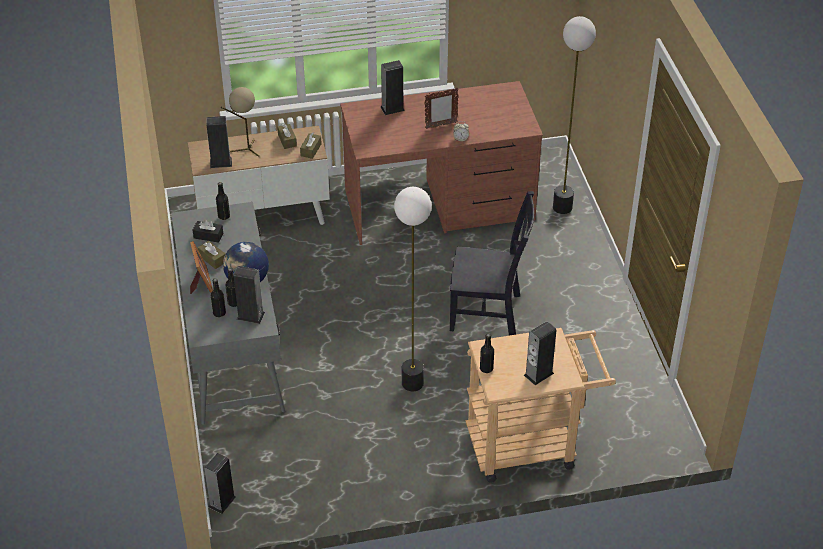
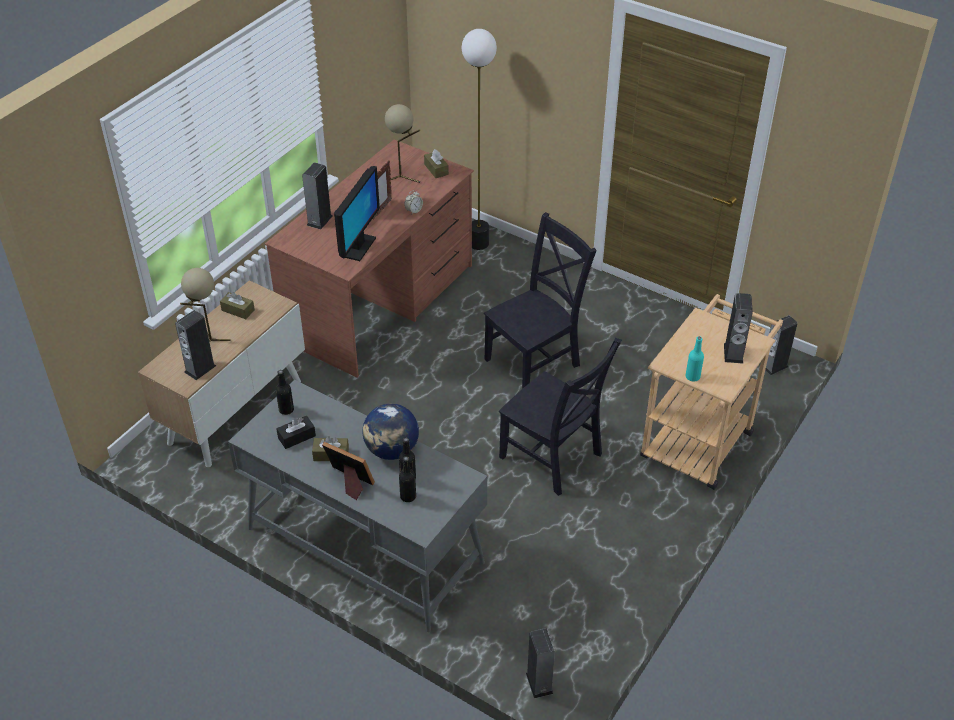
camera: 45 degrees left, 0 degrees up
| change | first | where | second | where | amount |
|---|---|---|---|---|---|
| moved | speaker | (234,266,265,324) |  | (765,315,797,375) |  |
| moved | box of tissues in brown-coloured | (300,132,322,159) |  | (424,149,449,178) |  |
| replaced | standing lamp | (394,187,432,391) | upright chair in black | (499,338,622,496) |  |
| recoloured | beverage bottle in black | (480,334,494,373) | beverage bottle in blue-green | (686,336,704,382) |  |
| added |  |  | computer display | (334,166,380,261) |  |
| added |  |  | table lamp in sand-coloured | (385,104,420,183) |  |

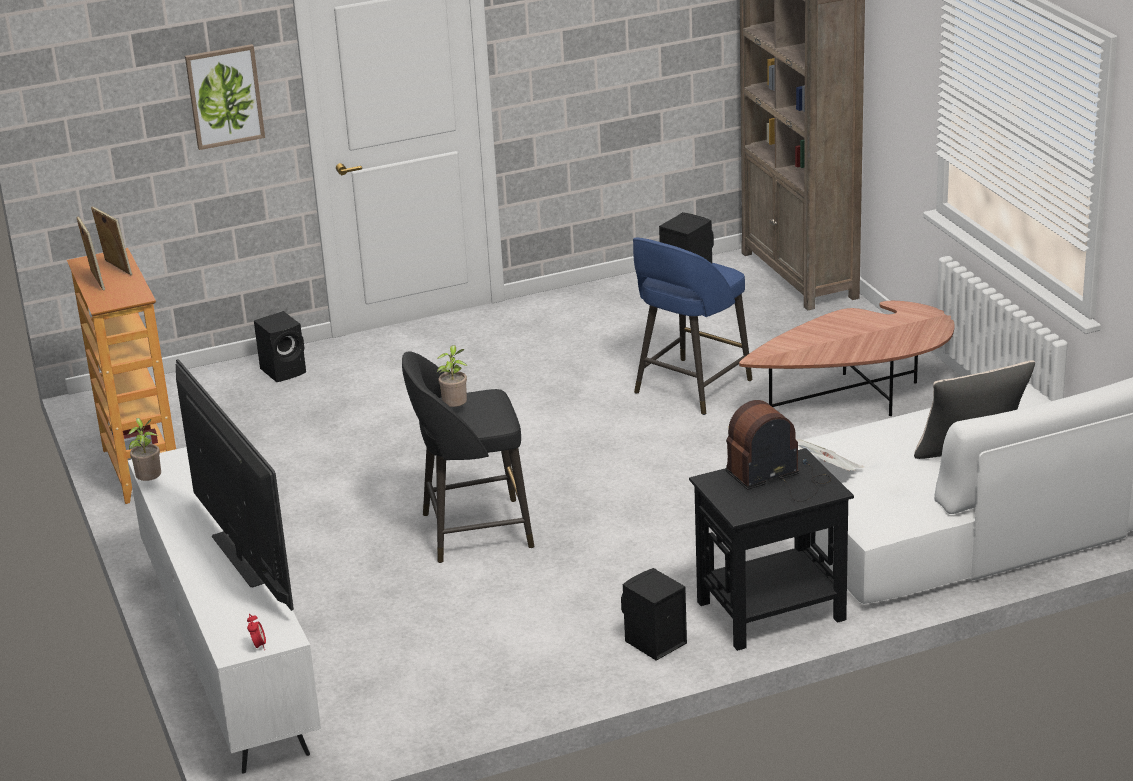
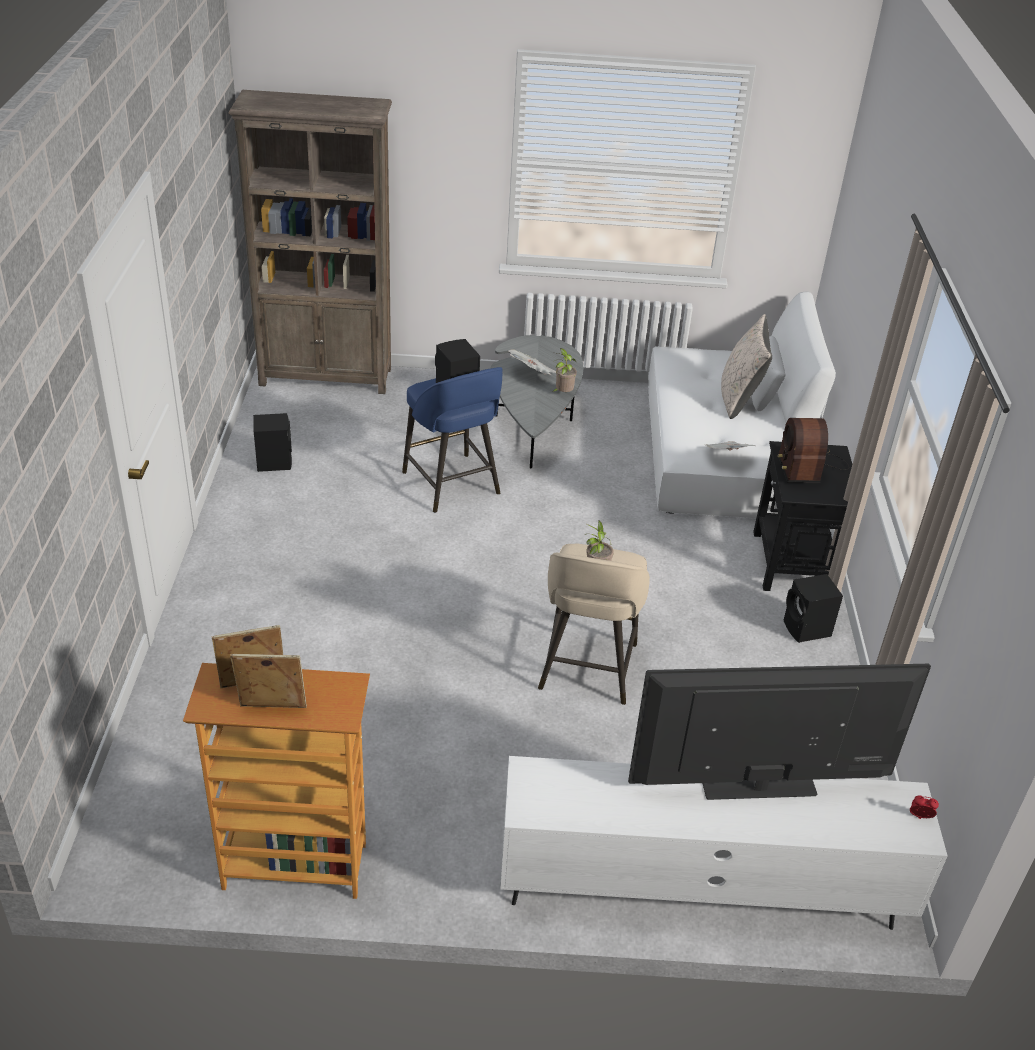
camera: 70 degrees left, 10 degrees up
| change | first | where | second | where | amount |
|---|---|---|---|---|---|
| moved | potted plant | (128,418,161,481) |  | (552,348,577,392) |  |
| removed | picture | (185,44,265,150) |  |  |  |
| moved | speaker in black | (254,311,306,382) |  | (253,413,292,472) |  |
| recoloured | sitting stool in black | (402,351,534,563) | sitting stool in sand-coloured | (538,544,650,705) |  |
| recoloured | coffee table in brown-coloured | (739,301,955,416) | coffee table in gray | (491,335,583,468) |  |
| added |  |  | printed paper | (508,349,556,375) |  |

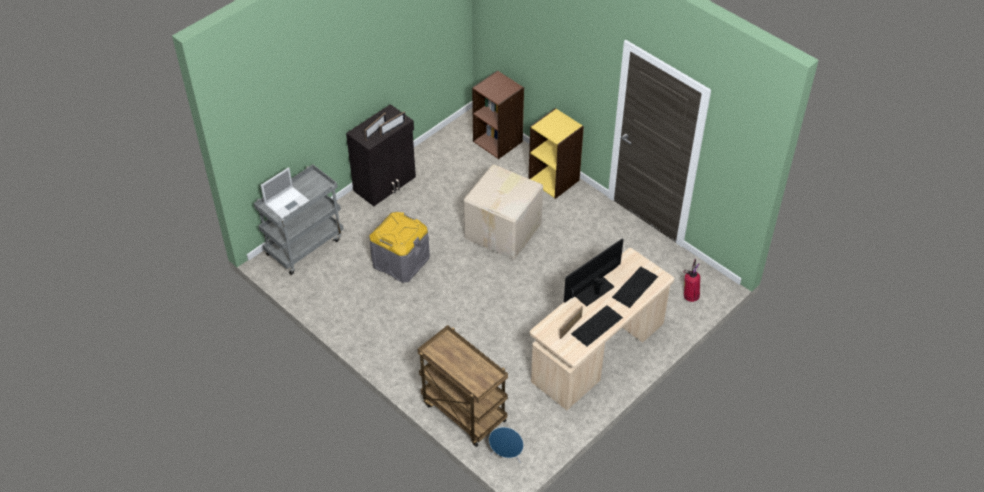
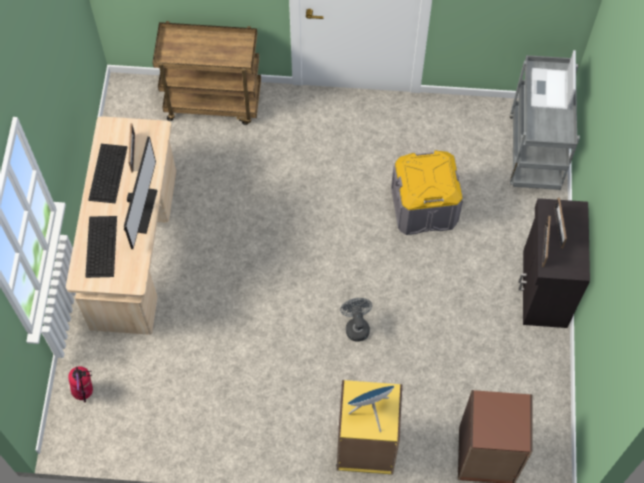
camera: 140 degrees right, 15 degrees up
| change | first | where | second | where | amount |
|---|---|---|---|---|---|
| replaced | cardboard box | (463,164,543,259) | electric fan in gray | (340,298,372,341) |  |
| moved | speaker in bluish | (489,427,524,463) |  | (348,386,395,432) |  |

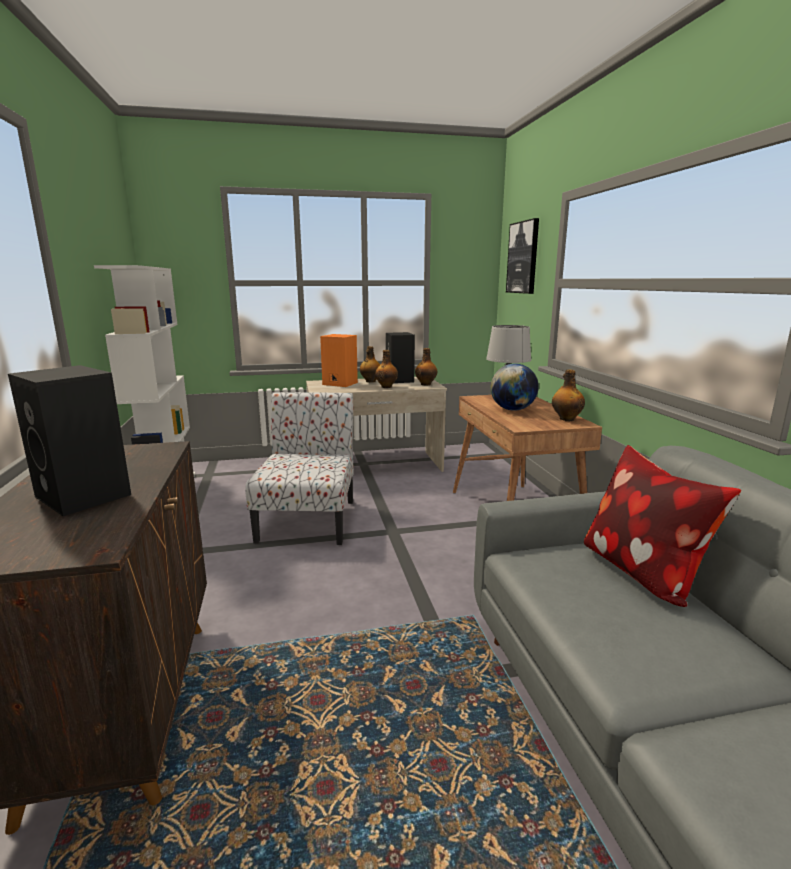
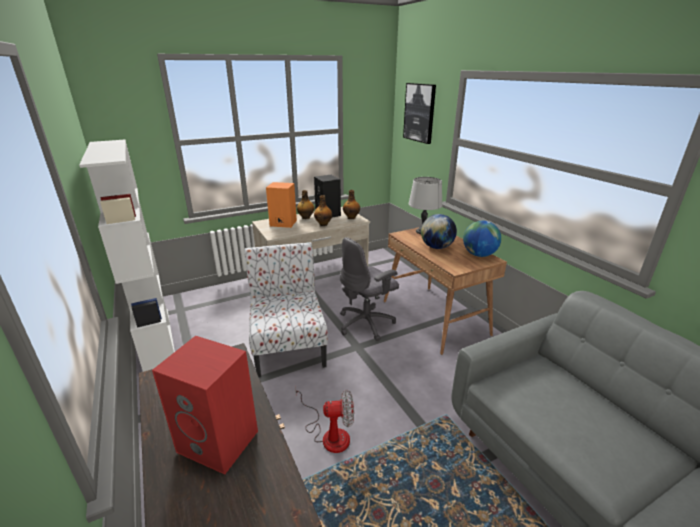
camera: 15 degrees left, 10 degrees up
| change | first | where | second | where | amount |
|---|---|---|---|---|---|
| recoloured | speaker in black | (8,365,131,516) | speaker in red-coloured | (152,336,258,475) |  |
| replaced | beverage bottle | (552,369,585,421) | globe | (463,221,501,257) |  |
| removed | throw pillow | (584,445,741,607) |  |  |  |
| added |  |  | electric fan | (295,385,354,453) |  |
| added |  |  | desk chair in gray | (340,237,399,341) |  |

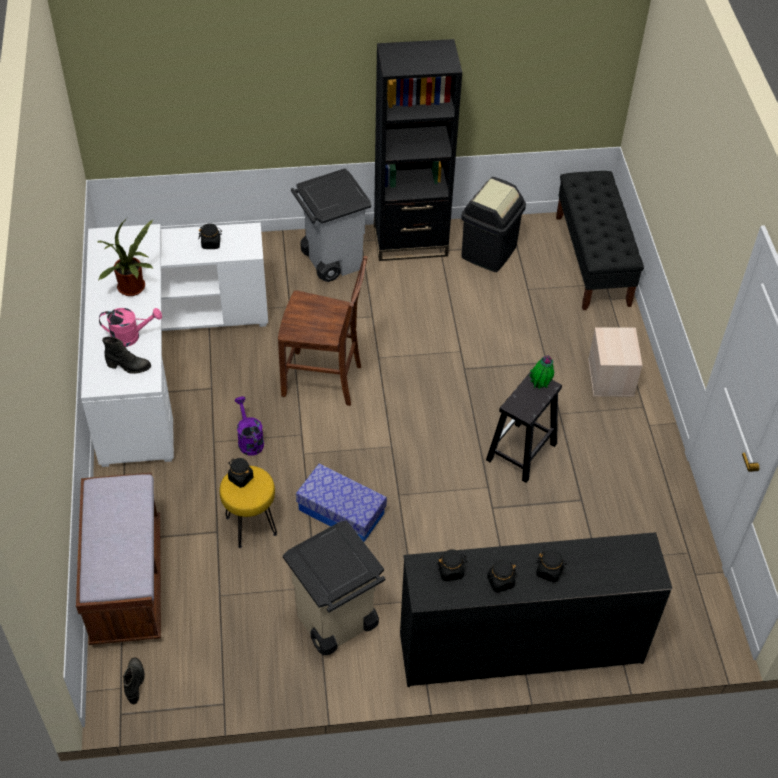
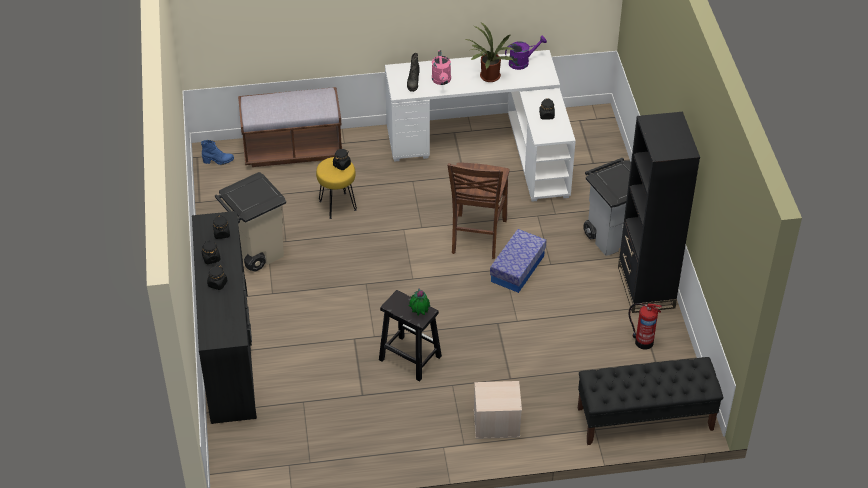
camera: 90 degrees right, 5 degrees down
| change | first | where | second | where | amount |
|---|---|---|---|---|---|
| recoloured | high-top boot in black | (123,657,145,704) | high-top boot in bluish | (201,140,234,165) |  |
| moved | watering pot in purple-coloured | (234,396,264,456) |  | (505,36,547,70) |  |
| moved | storage container | (296,464,387,542) |  | (490,229,547,293) |  |
| replaced | rubbish bin in black | (461,177,526,272) | extinguisher | (629,303,662,349) |  |

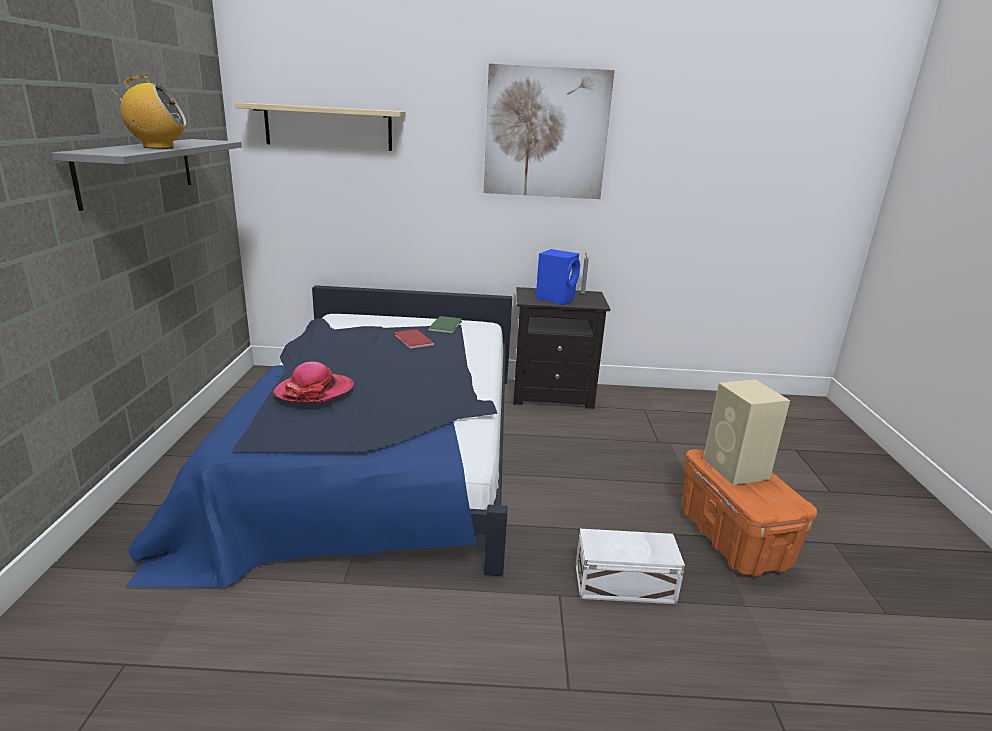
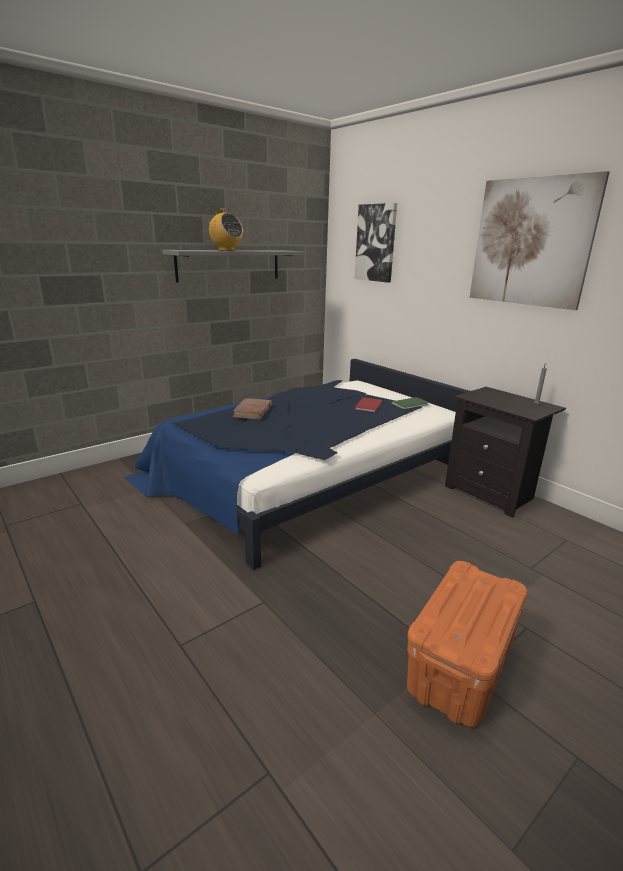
camera: 50 degrees right, 0 degrees up
| change | first | where | second | where | amount |
|---|---|---|---|---|---|
| replaced | wall shelf | (235,103,406,151) | picture | (355,203,397,282) |  |
| replaced | clothing hat | (273,361,354,403) | book in brown-coloured | (232,398,272,419) |  |
| removed | speaker in bluish | (536,249,580,305) |  |  |  |
| removed | storage container in white-coloured | (575,529,685,604) |  |  |  |
| removed | speaker in sand-coloured | (703,379,790,485) |  |  |  |

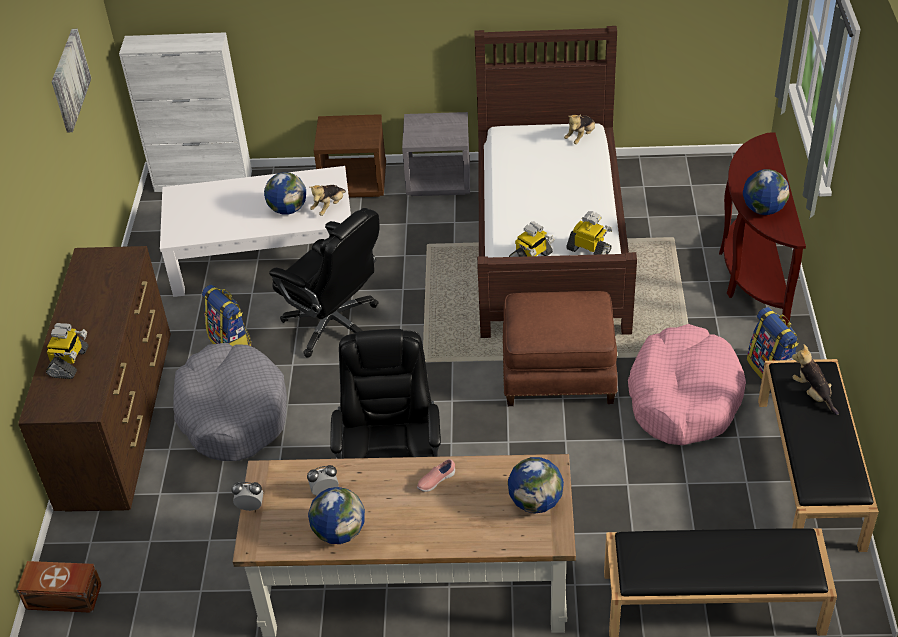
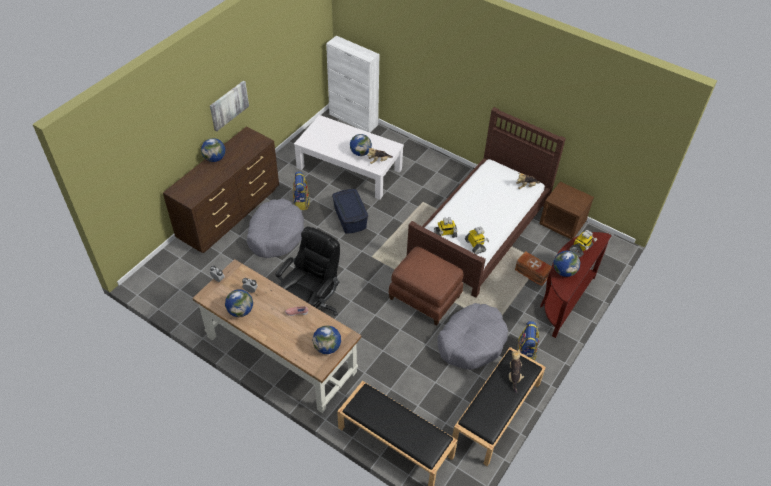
camera: 30 degrees right, 5 degrees up
| change | first | where | second | where | amount |
|---|---|---|---|---|---|
| moved | storage container in brown-coloured | (17,561,102,613) |  | (515,251,552,286) |  |
| moved | robot figure | (46,323,89,379) |  | (569,230,597,258) |  |
| moved | picture | (52,29,91,132) |  | (210,81,249,132) |  |
| replaced | desk chair in black | (269,208,380,357) | storage container in bluish | (332,189,368,234) |  |
| moved | bedside table in brown-coloured | (314,114,386,198) |  | (539,182,594,240) |  |
| removed | bedside table in gray | (402,112,470,196) |  |  |  |
| recoloured | pet bed in pink-coloured | (628,324,746,445) | pet bed in gray | (437,303,508,370) |  |
| added |  |  | globe | (201,138,225,162) |  |

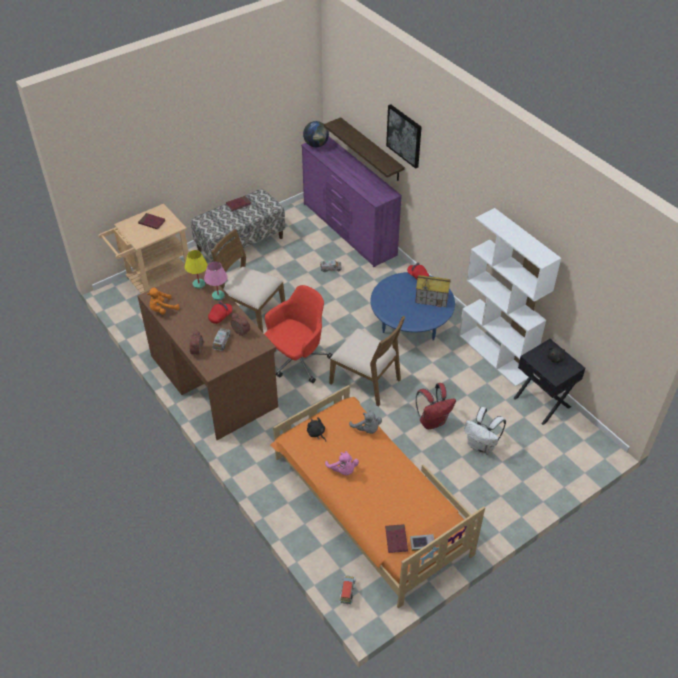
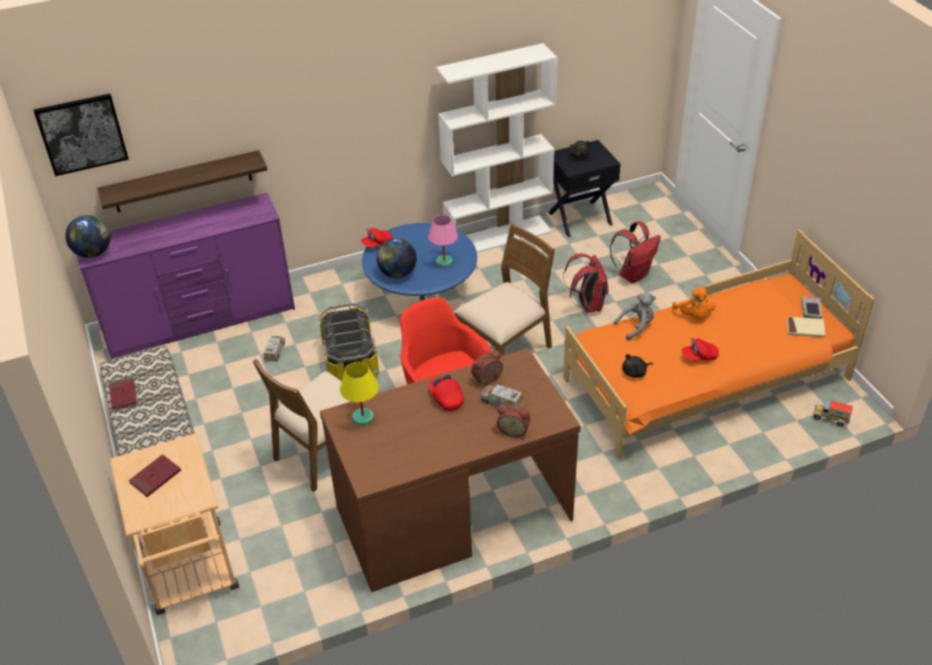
camera: 75 degrees left, 5 degrees down
| change | first | where | second | where | amount |
|---|---|---|---|---|---|
| moved | cuddly toy in orangey | (147,288,180,315) |  | (672,286,716,319) |  |
| moved | table lamp in pink-coloured | (204,262,228,301) |  | (428,215,458,267) |  |
| replaced | cuddly toy in pink-coloured | (325,451,359,476) | baseball cap in red-coloured | (682,338,719,361) |  |
| recoloured | book in red-coloured | (385,524,408,553) | book in sand-coloured | (787,317,825,337) |  |
| moved | picture | (386,104,422,169) |  | (34,94,129,176) |  |
| removed | toy house | (415,275,451,307) |  |  |  |
| recoloured | backpack in white-coloured | (464,407,506,455) | backpack in red-coloured | (610,221,661,283) |  |
| added |  |  | storage container | (319,303,379,381) |  |
| added |  |  | globe | (377,238,417,278) |  |

